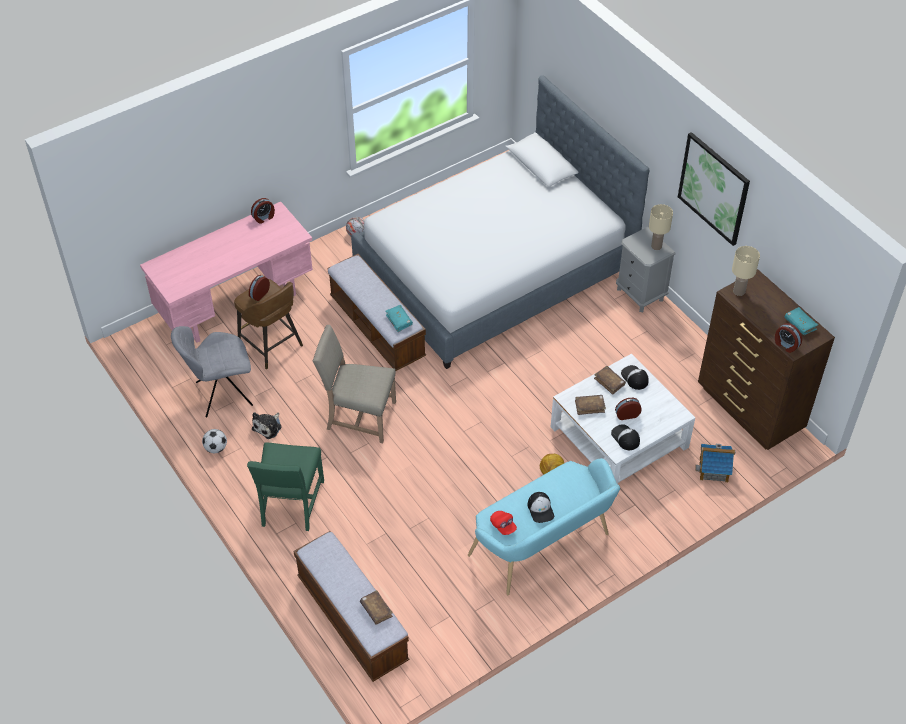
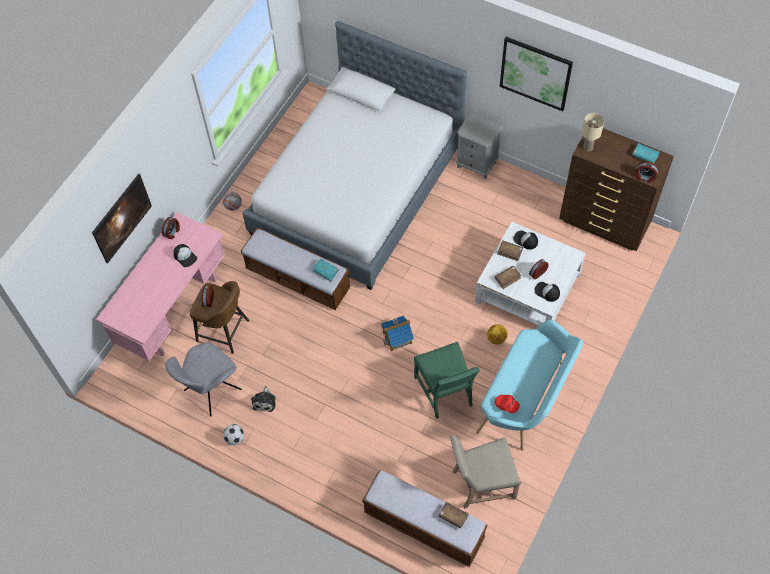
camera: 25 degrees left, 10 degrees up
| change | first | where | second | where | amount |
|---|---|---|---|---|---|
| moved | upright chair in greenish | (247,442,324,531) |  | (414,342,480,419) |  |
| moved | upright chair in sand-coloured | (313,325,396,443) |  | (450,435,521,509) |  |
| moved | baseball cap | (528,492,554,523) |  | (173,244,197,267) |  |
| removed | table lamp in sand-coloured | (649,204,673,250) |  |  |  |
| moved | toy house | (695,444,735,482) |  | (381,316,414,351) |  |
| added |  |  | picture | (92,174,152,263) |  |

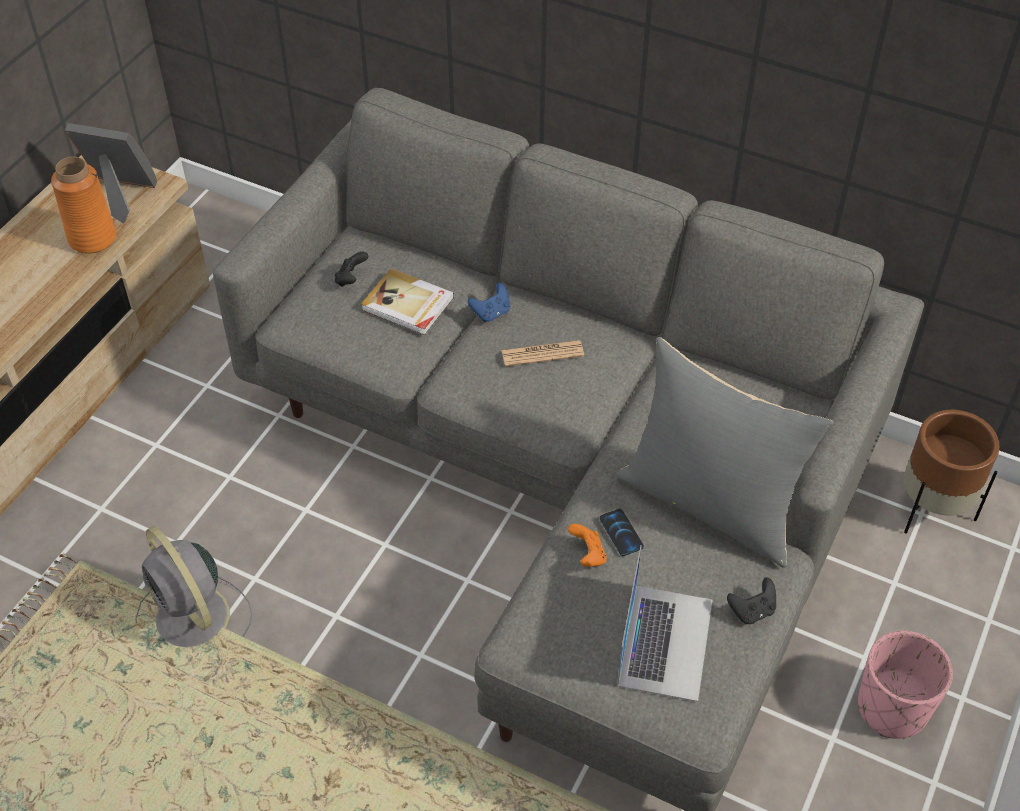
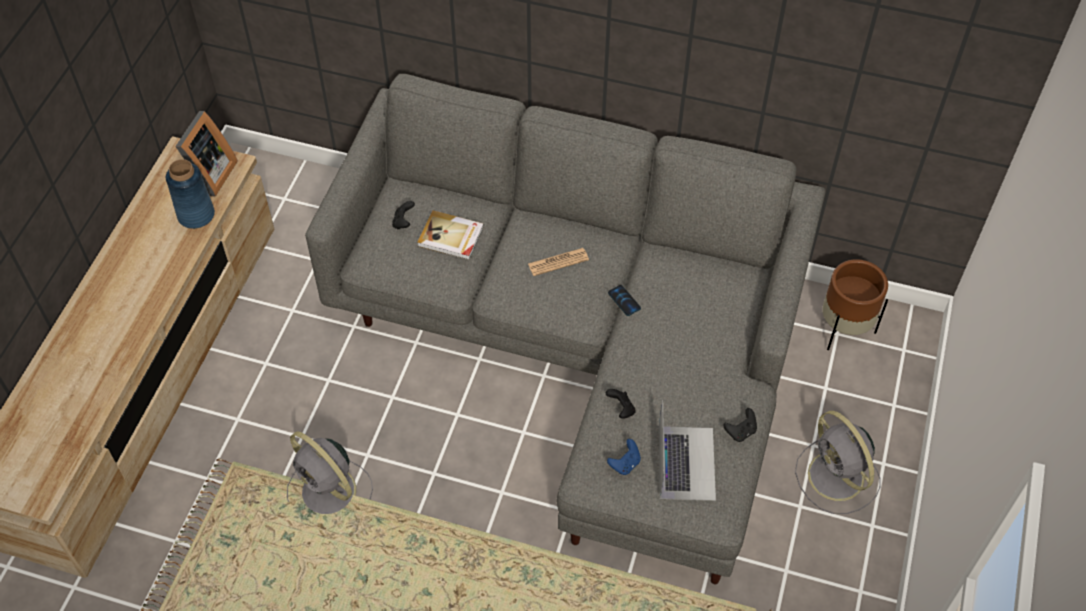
camera: 10 degrees left, 5 degrees up
| change | first | where | second | where | amount |
|---|---|---|---|---|---|
| recoloured | vase in orangey | (51,157,116,254) | vase in bluish | (166,159,215,229) |  |
| turned | standing frame | (65,123,157,224) |  | (175,111,238,197) | 105 degrees clockwise |
| moved | game controller in bluish | (468,283,510,322) |  | (607,439,641,475) |  |
| recoloured | game controller in orangey | (568,524,607,567) | game controller in black | (606,389,636,419) |  |
| moved | handset | (600,509,644,556) |  | (608,285,641,316) |  |
| removed | throw pillow in gray | (616,337,834,568) |  |  |  |
| replaced | planter in pink-coloured | (858,630,953,739) | electric fan in gray | (795,411,881,514) |  |

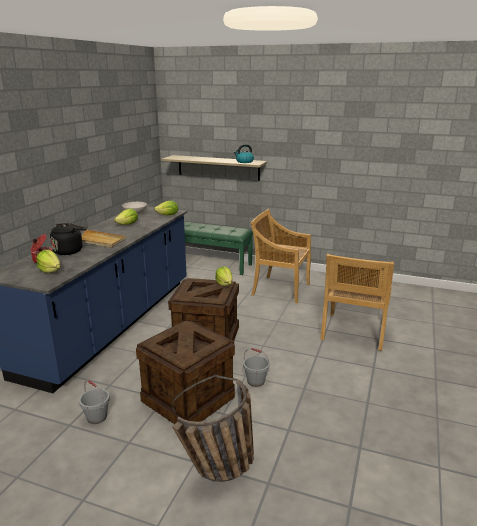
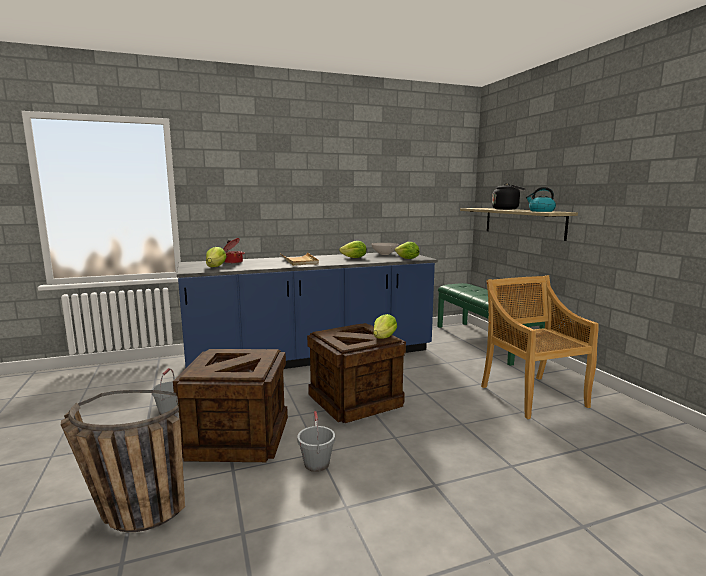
camera: 50 degrees right, 10 degrees down
| change | first | where | second | where | amount |
|---|---|---|---|---|---|
| moved | tea kettle in black | (50,223,87,255) |  | (492,183,526,210) |  |
| removed | upright chair in sand-coloured | (320,254,394,351) |  |  |  |

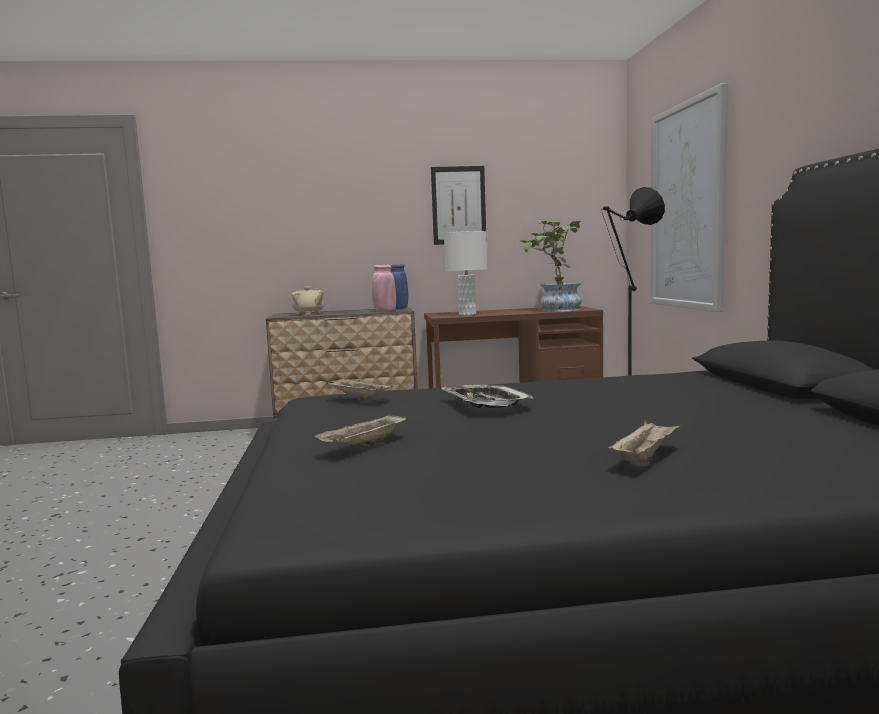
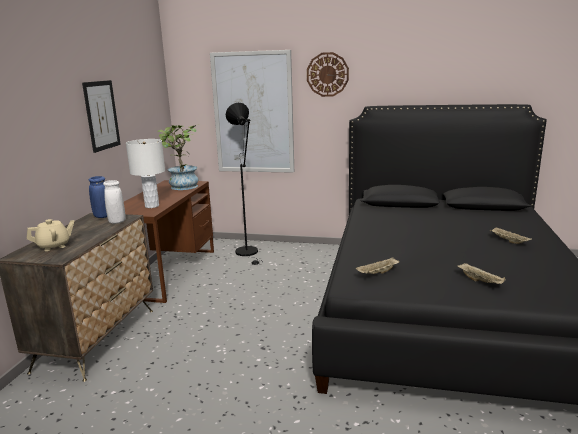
camera: 70 degrees left, 10 degrees up
| change | first | where | second | where | amount |
|---|---|---|---|---|---|
| recoloured | vase in pink-coloured | (372,265,396,312) | vase in white-coloured | (103,180,126,224) |  |
| removed | tray | (441,384,533,408) |  |  |  |
| added |  |  | clock on the wall | (307,52,349,97) |  |

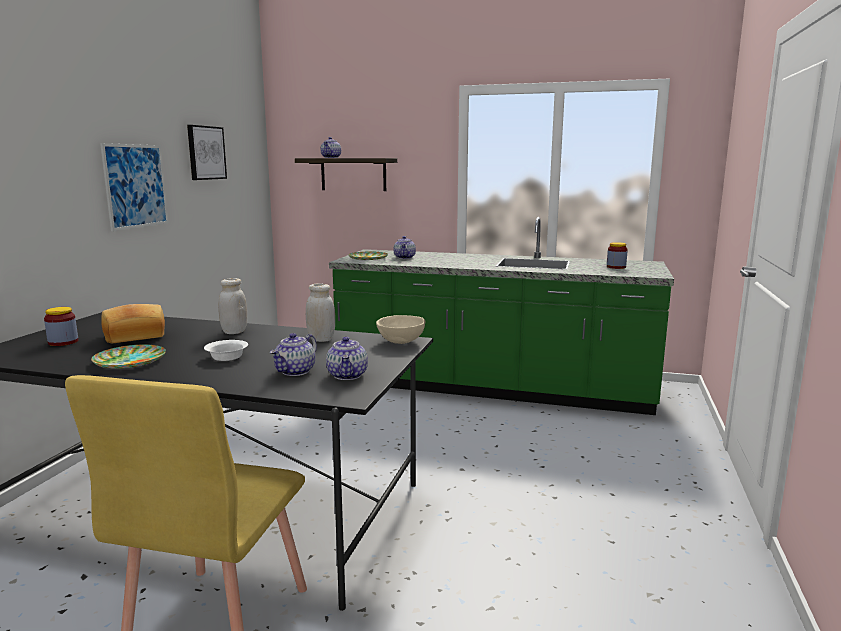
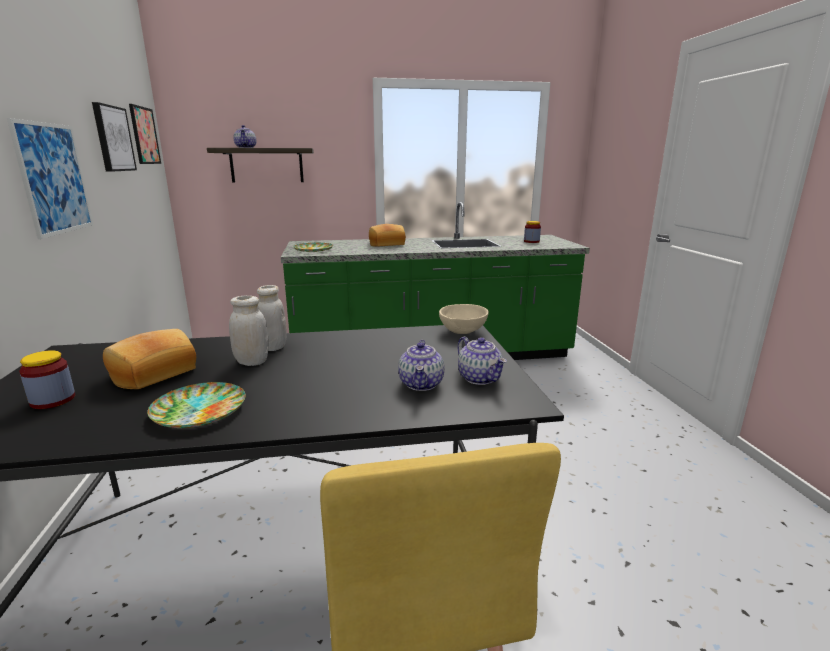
camera: 25 degrees left, 5 degrees up
| change | first | where | second | where | amount |
|---|---|---|---|---|---|
| removed | bowl in white-coloured | (204,340,248,361) |  |  |  |
| moved | preserve jar in white-coloured | (306,283,335,342) |  | (229,296,269,366) |  |
| removed | tea pot | (394,236,416,259) |  |  |  |
| added |  |  | picture | (129,104,161,164) |  |
| added |  |  | baked bread | (369,224,406,247) |  |

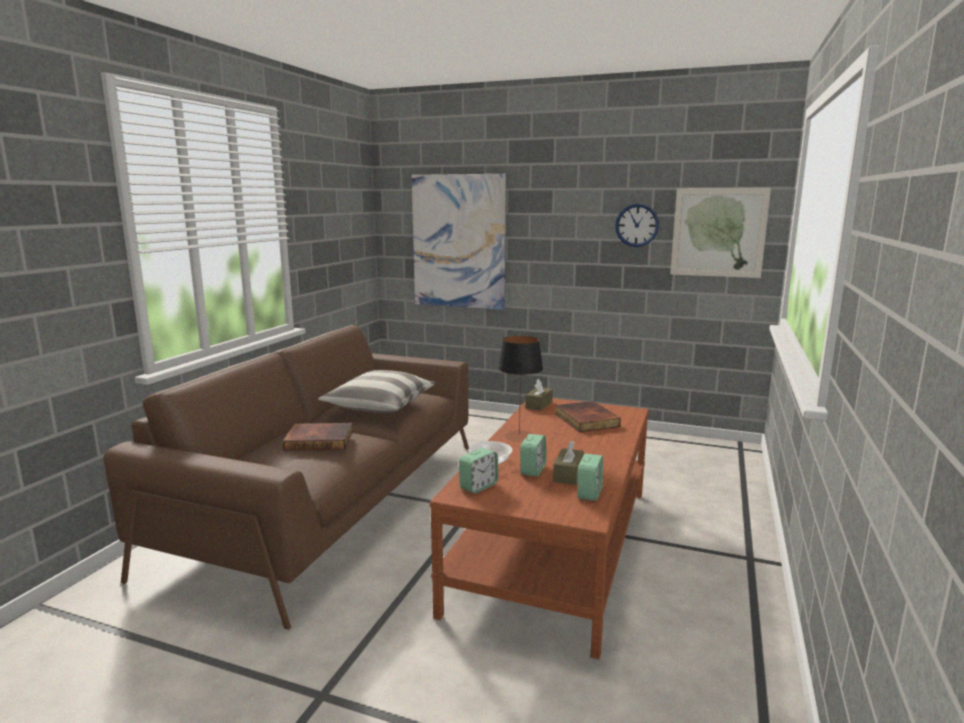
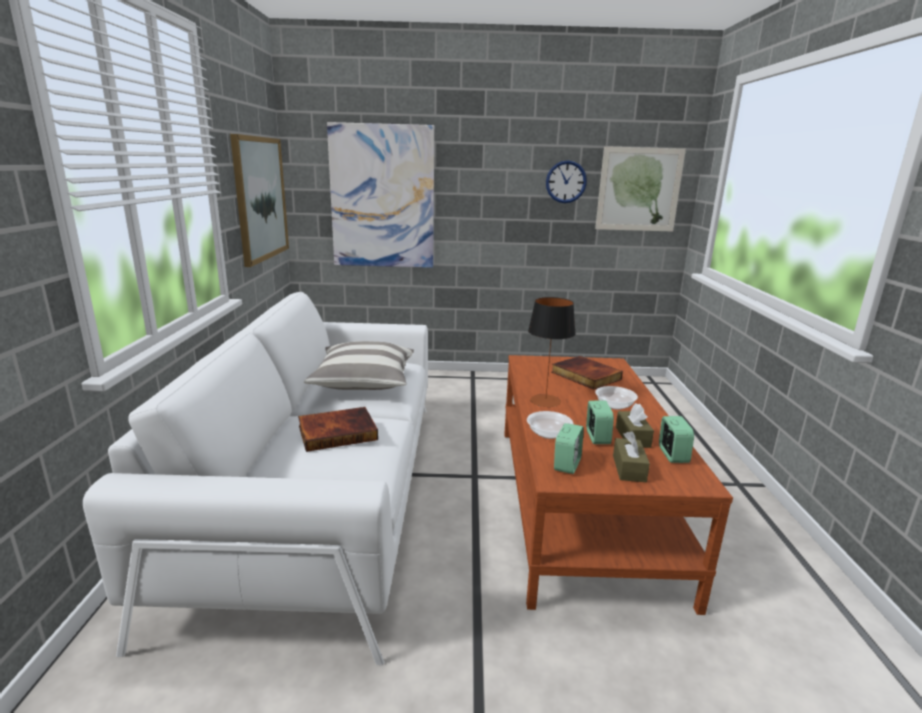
camera: 20 degrees left, 5 degrees up
| change | first | where | second | where | amount |
|---|---|---|---|---|---|
| recoloured | couch in brown-coloured | (104,325,469,630) | couch in white-coloured | (83,292,428,665) |  |
| moved | box of tissues in brown-coloured | (525,379,553,411) |  | (613,431,650,482) |  |
| added |  |  | picture | (230,134,289,267) |  |
| added |  |  | bowl | (595,386,638,410) |  |

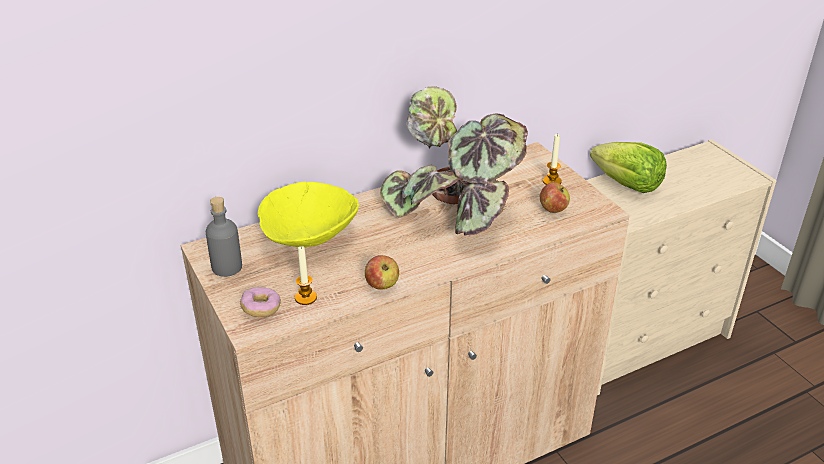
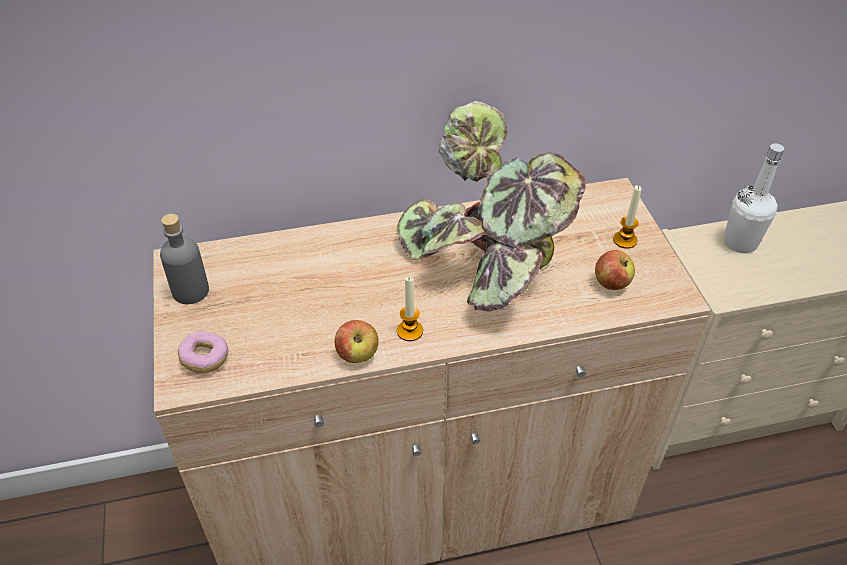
camera: 15 degrees right, 10 degrees up
| change | first | where | second | where | amount |
|---|---|---|---|---|---|
| removed | bowl in yellow | (258,182,359,247) |  |  |  |
| moved | wax light | (295,246,317,305) |  | (397,277,423,341) |  |
| replaced | lettuce | (590,142,667,193) | beverage bottle in white-coloured | (724,143,784,253) |  |

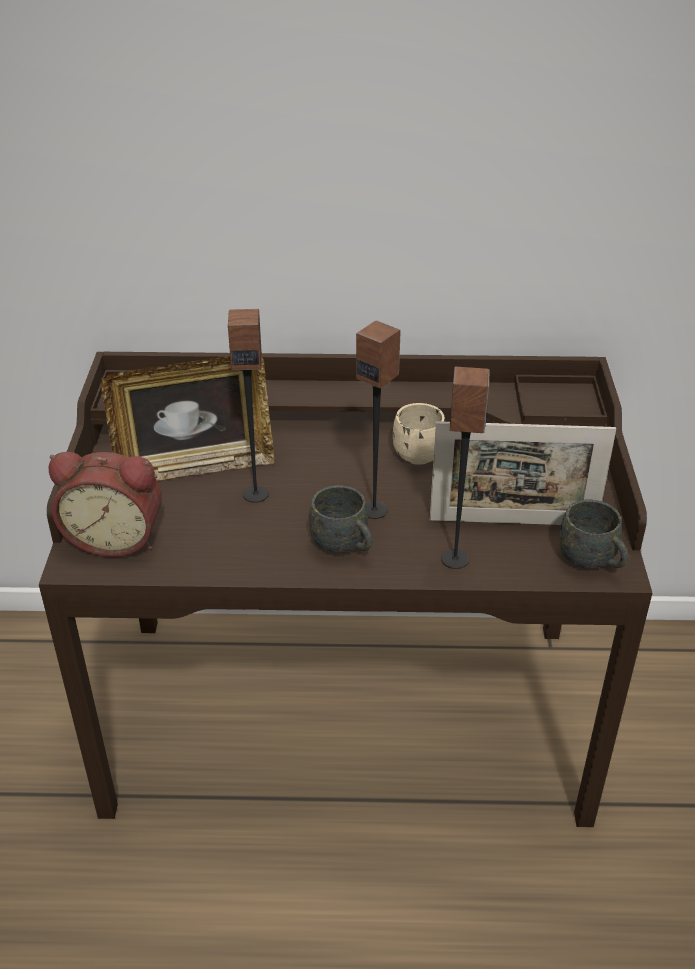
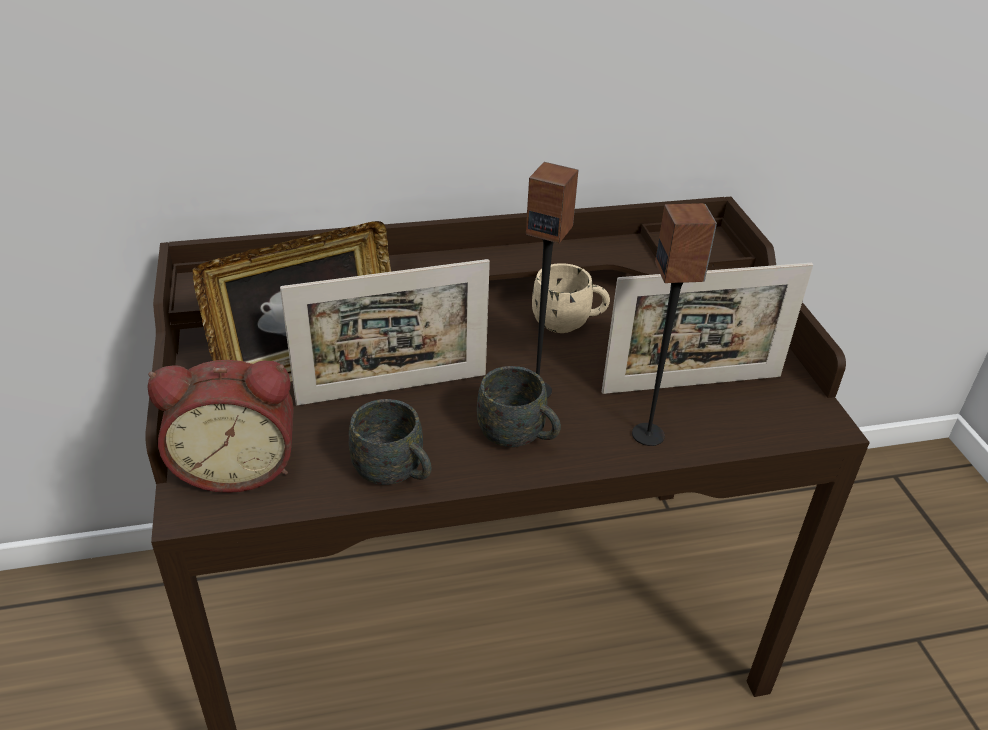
camera: 15 degrees left, 0 degrees up
| change | first | where | second | where | amount |
|---|---|---|---|---|---|
| replaced | speaker | (228,309,269,503) | standing frame | (280,259,490,406) |  |
| moved | mug in gray | (559,500,628,569) |  | (348,399,432,485) |  |

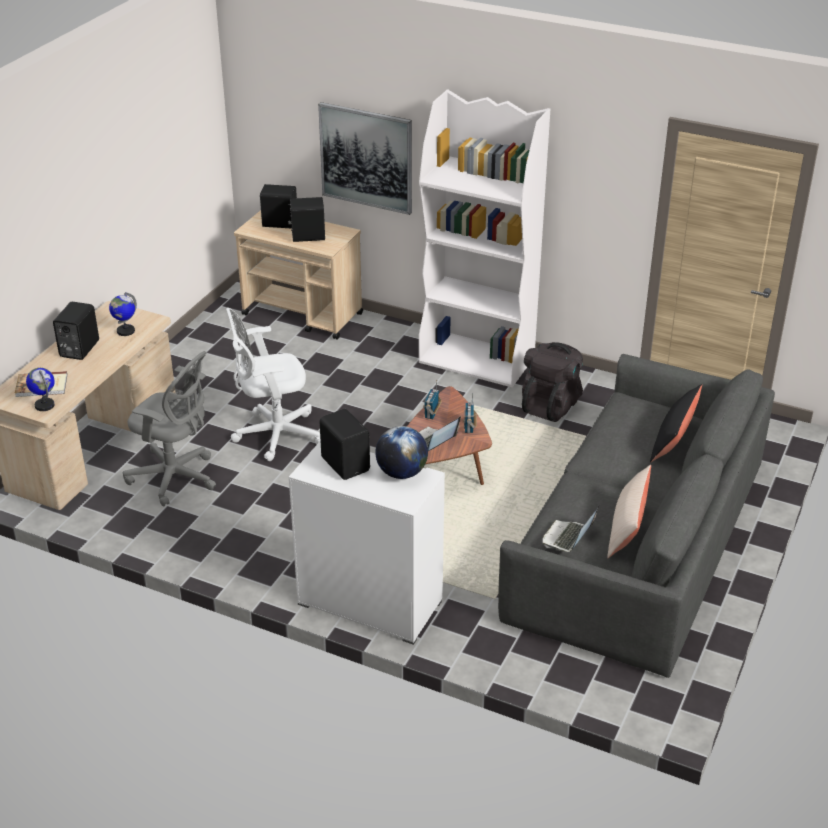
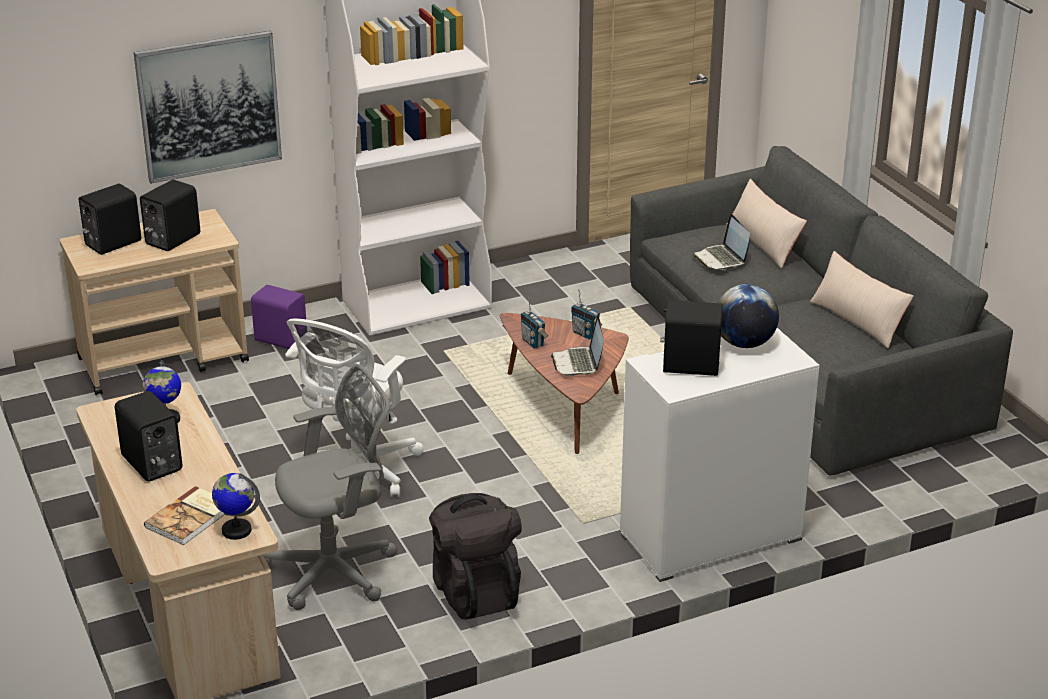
camera: 50 degrees left, 5 degrees down
| change | first | where | second | where | amount |
|---|---|---|---|---|---|
| moved | backpack in black | (522,342,583,422) |  | (429,493,522,620) |  |
| moved | notebook computer | (543,506,599,552) |  | (693,214,750,270) |  |
| recoloured | throw pillow in black | (650,384,702,463) | throw pillow in sand-coloured | (726,179,807,269) |  |
| added |  |  | speaker in purple-coloured | (251,285,306,349) |  |

